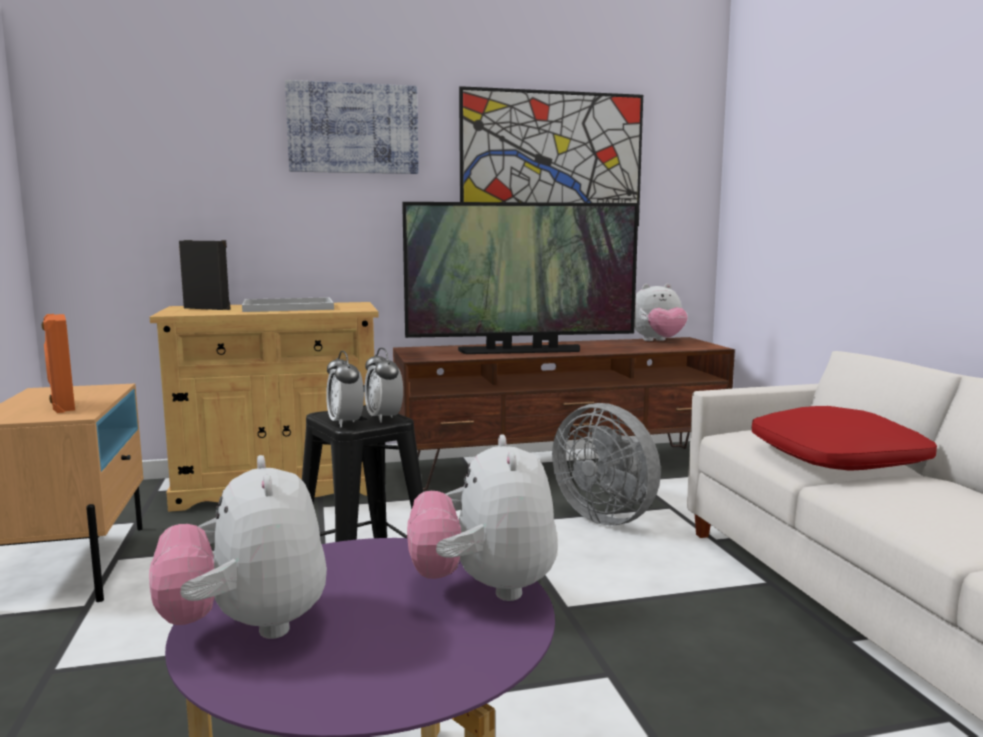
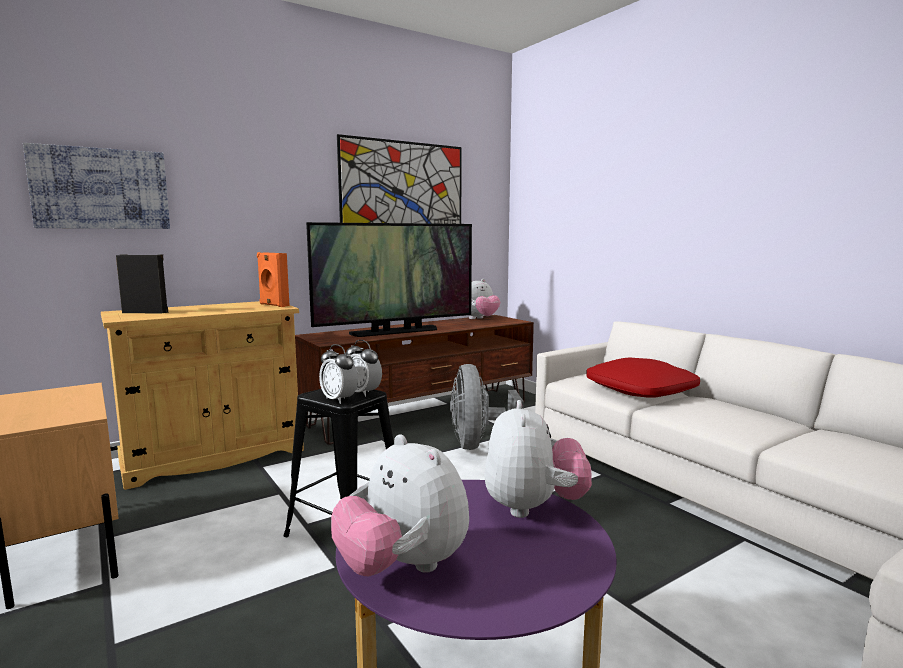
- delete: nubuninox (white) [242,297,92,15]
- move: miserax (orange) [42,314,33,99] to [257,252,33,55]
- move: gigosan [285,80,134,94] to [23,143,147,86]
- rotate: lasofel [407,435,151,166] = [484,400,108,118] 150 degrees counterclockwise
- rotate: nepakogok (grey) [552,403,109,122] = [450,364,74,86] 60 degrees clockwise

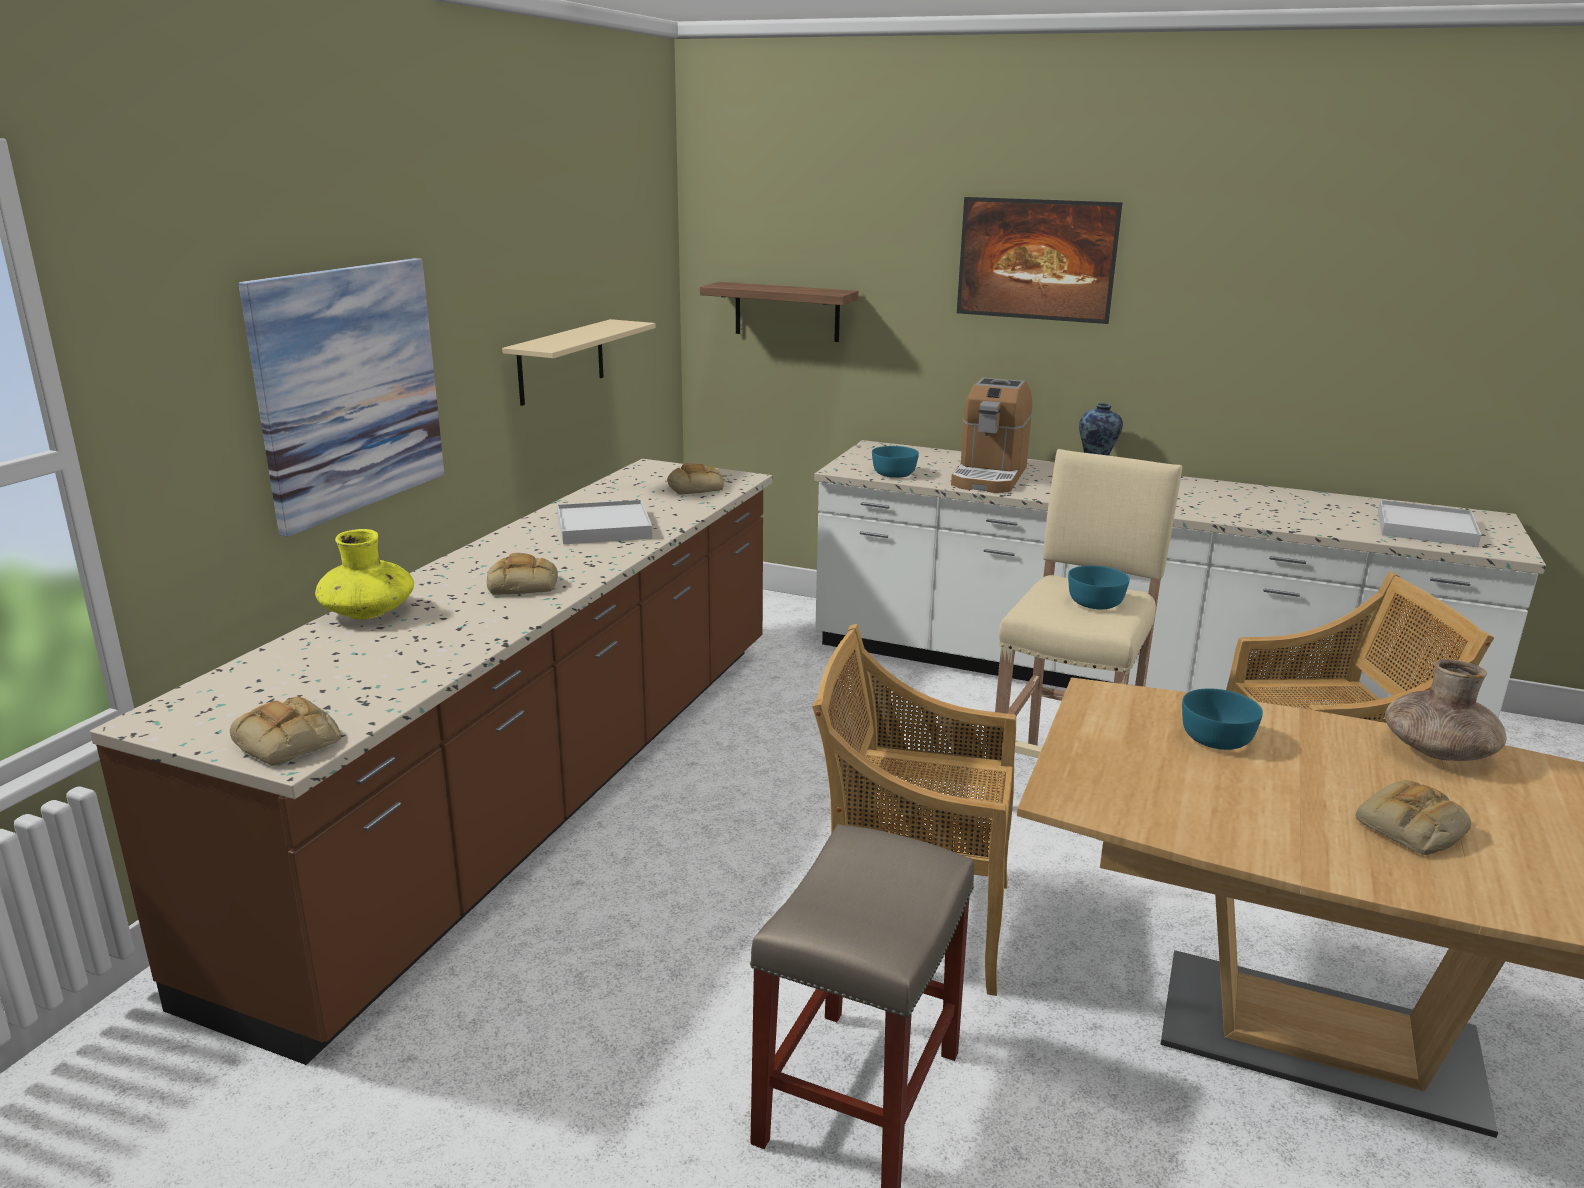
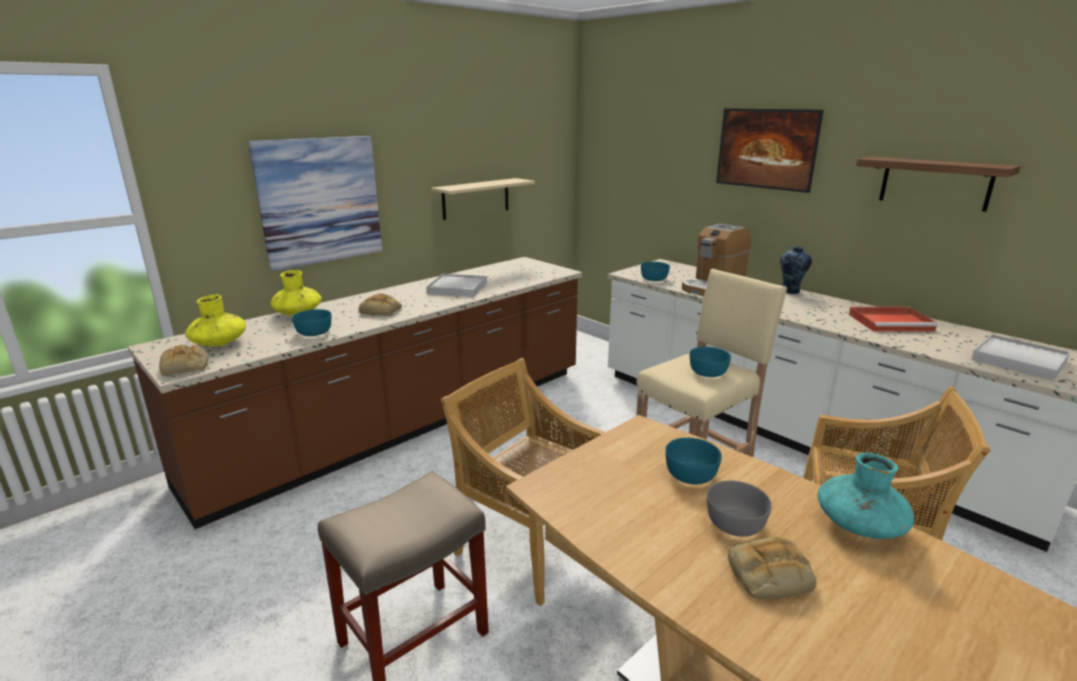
- delete: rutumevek [667,463,57,32]
- insert: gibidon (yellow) [185,295,61,52]
- insert: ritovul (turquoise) [292,309,39,27]
- insert: ritovul (grey) [707,481,65,56]
- insert: nubuninox (red) [849,307,89,25]
- move: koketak [700,282,159,60] to [856,157,165,55]
- recolor: gibidon (brown) [1385,659,122,102] to gibidon (turquoise) [818,453,96,86]

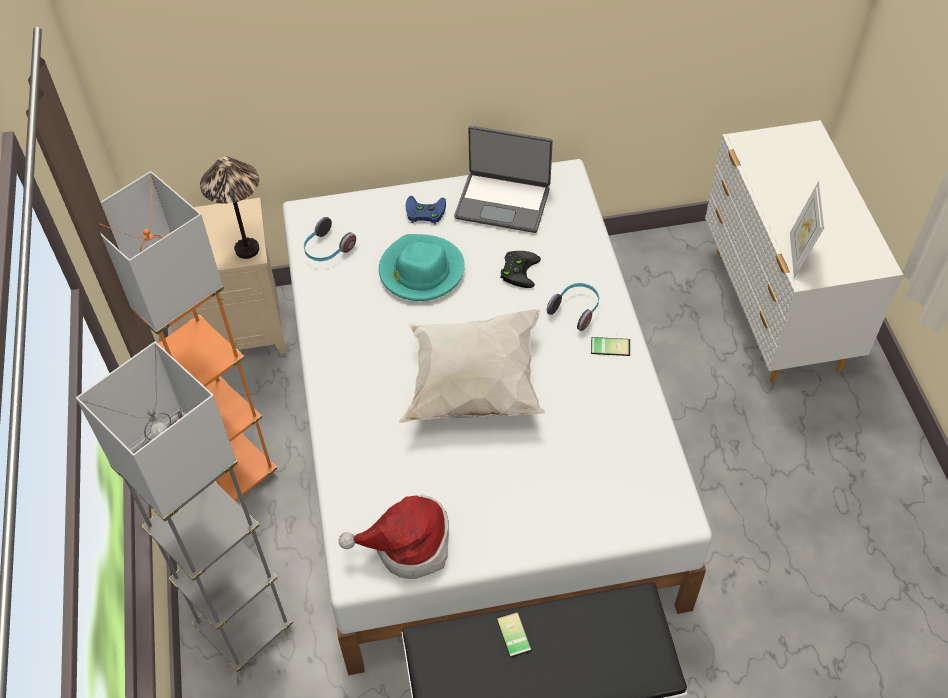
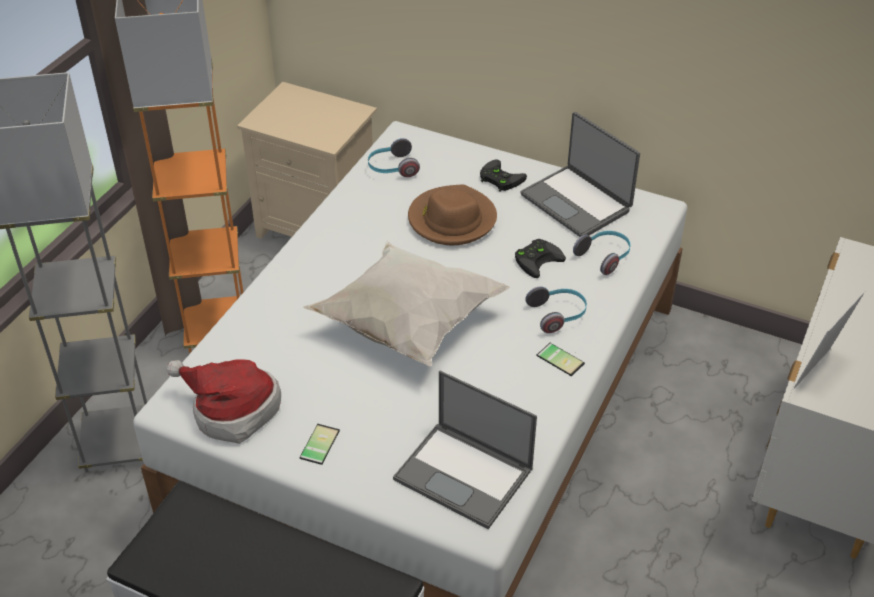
- delete: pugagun [200,157,59,102]
- insert: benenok [393,371,144,158]
- insert: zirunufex [573,231,58,44]
- move: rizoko [496,611,36,47] to [299,424,41,41]
- recolor: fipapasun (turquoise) [379,234,86,67] to fipapasun (brown) [408,185,89,60]
- recolor: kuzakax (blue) [406,196,40,28] to kuzakax (black) [480,160,47,32]

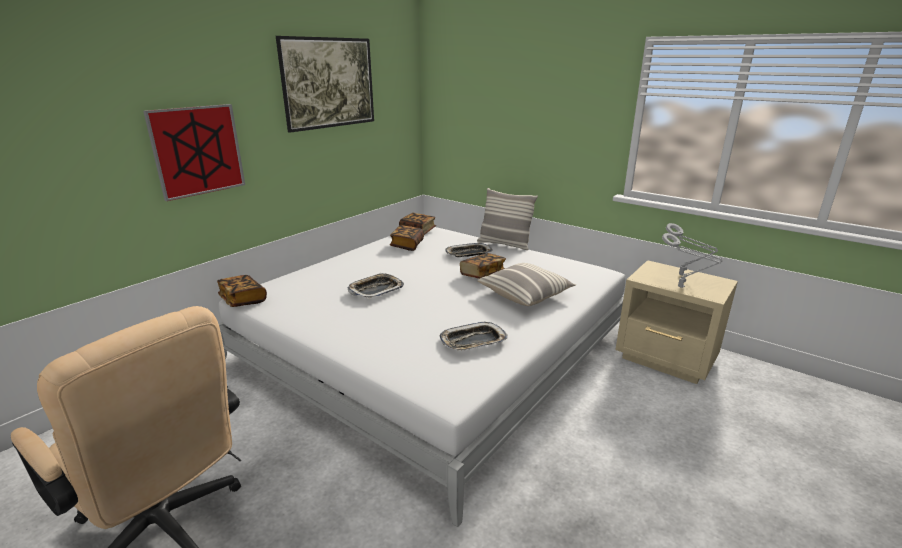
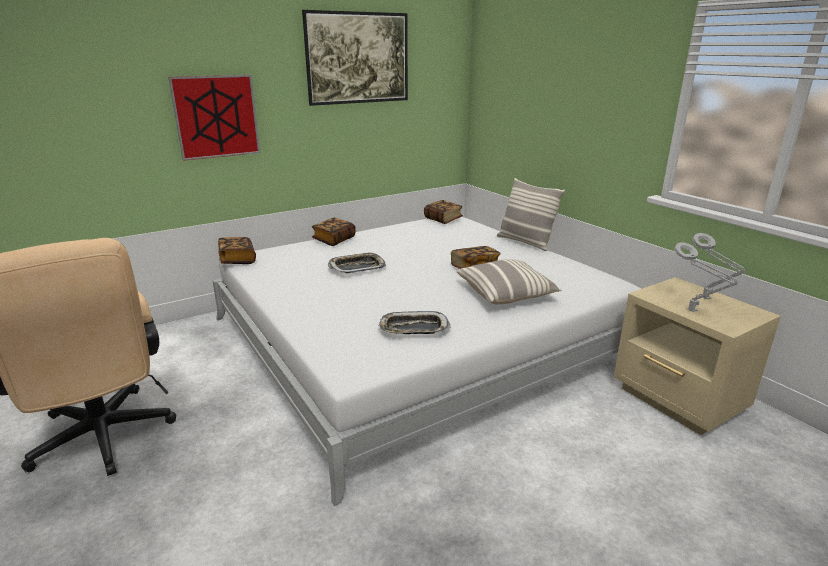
- delete: nubuninox [445,243,48,14]
- move: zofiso [390,225,34,26] to [312,218,43,28]

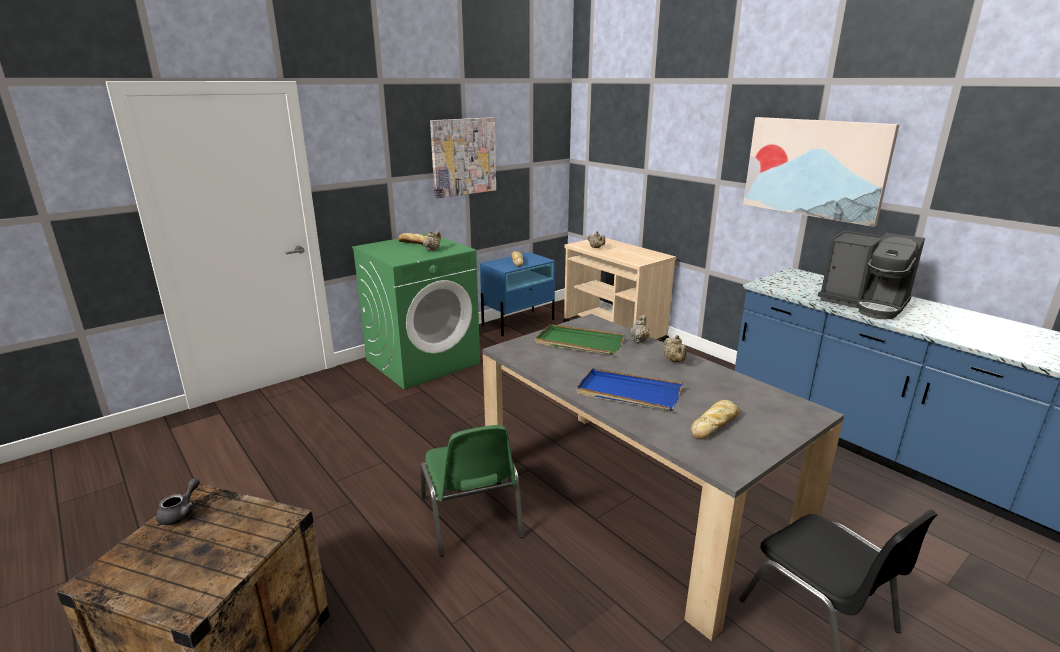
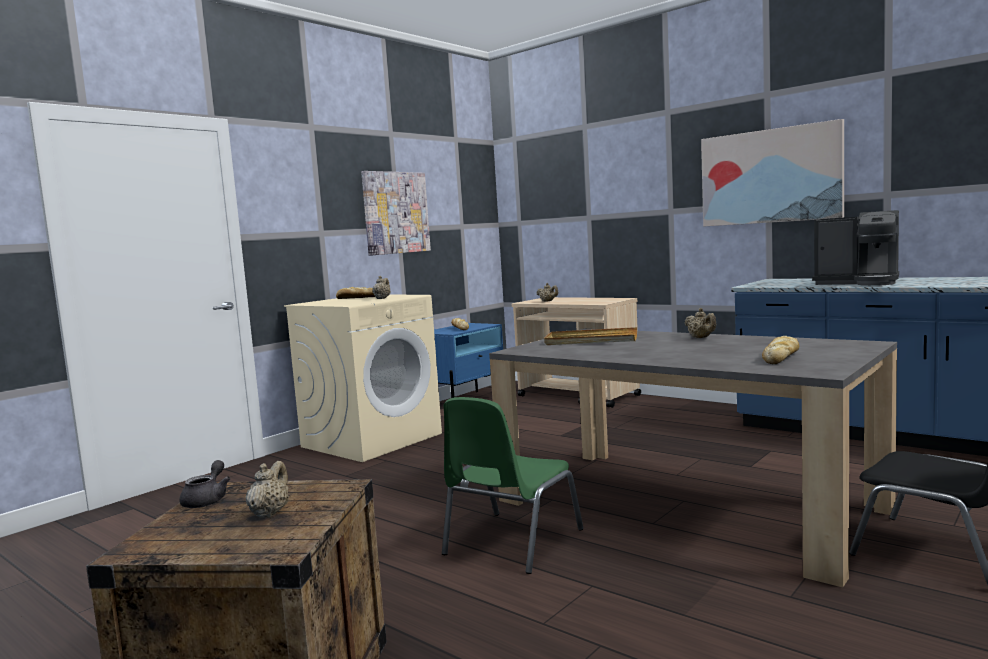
- delete: nubuninox (blue) [577,368,106,43]
- move: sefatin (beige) [630,315,20,28] to [246,461,43,57]
- recolor: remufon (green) [352,233,128,156] to remufon (beige) [284,295,158,167]
- recolor: nubuninox (green) [536,324,89,31] to nubuninox (beige) [544,327,93,18]
- rotate: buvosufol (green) [420,425,104,132] = [442,397,142,177] 60 degrees clockwise

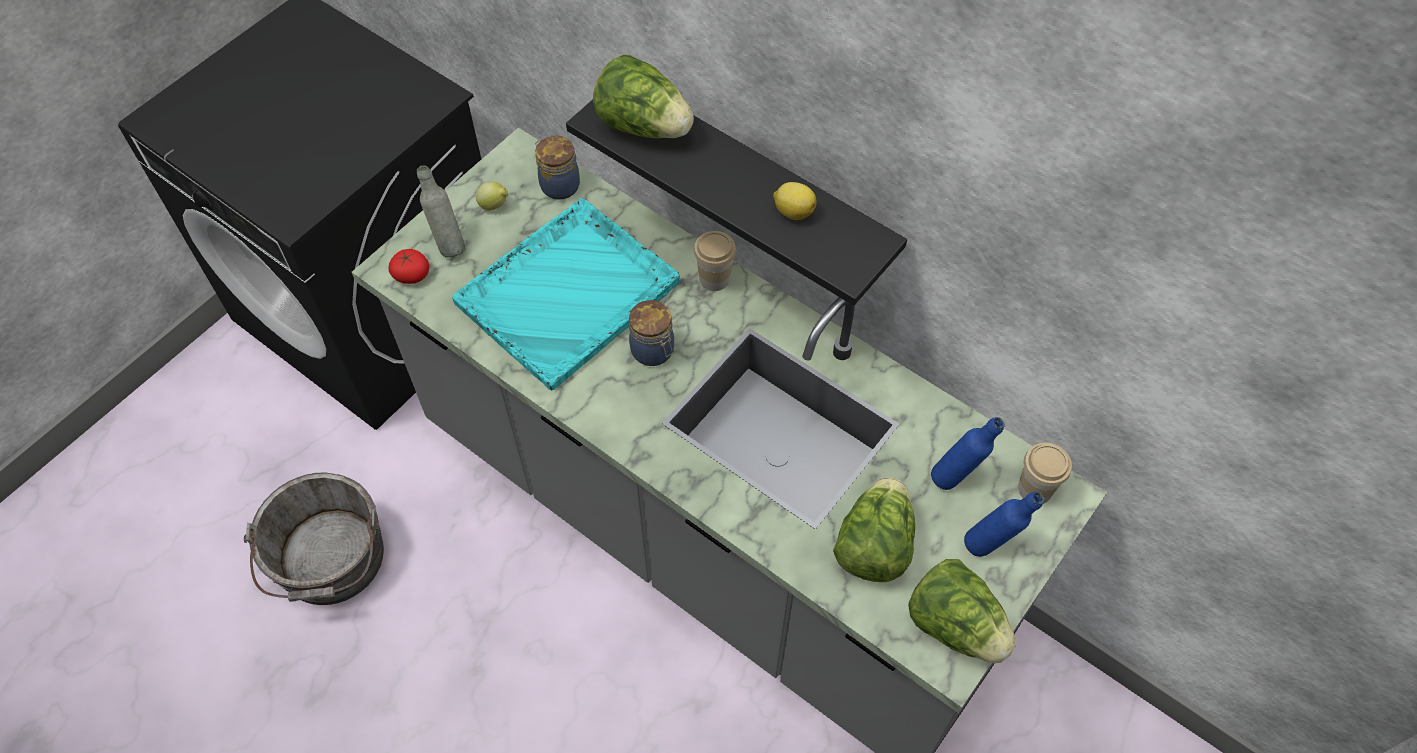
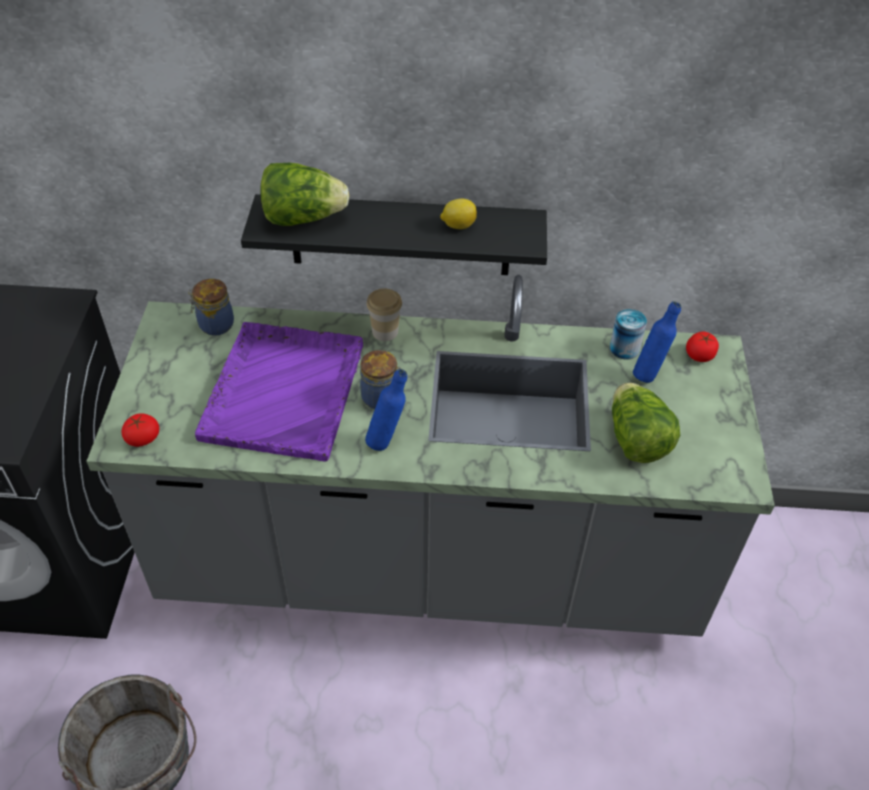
- delete: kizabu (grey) [417,165,48,92]
- delete: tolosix [476,182,32,28]
- delete: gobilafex [908,559,108,104]
- insert: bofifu [610,309,37,50]
- move: kizabu (blue) [964,492,80,65] to [365,369,42,82]
- replace: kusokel [1018,443,54,61] to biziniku [686,332,33,30]
- recolor: nubuninox (turquoise) [452,198,228,193] to nubuninox (purple) [195,322,168,140]

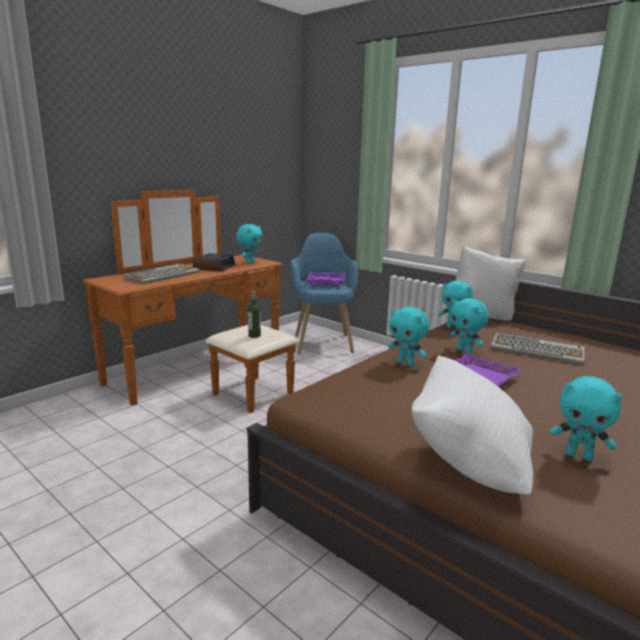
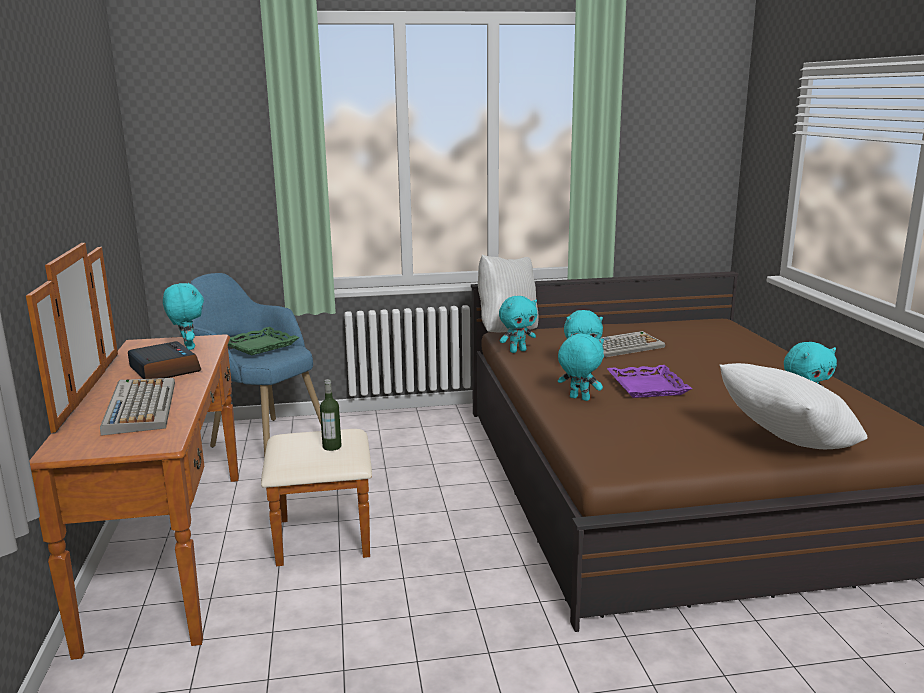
- recolor: nubuninox (purple) [306,271,40,14] to nubuninox (green) [228,327,71,28]
- rotate: lasofel (turquoise) [388,307,41,59] = [558,333,46,68] 135 degrees counterclockwise

